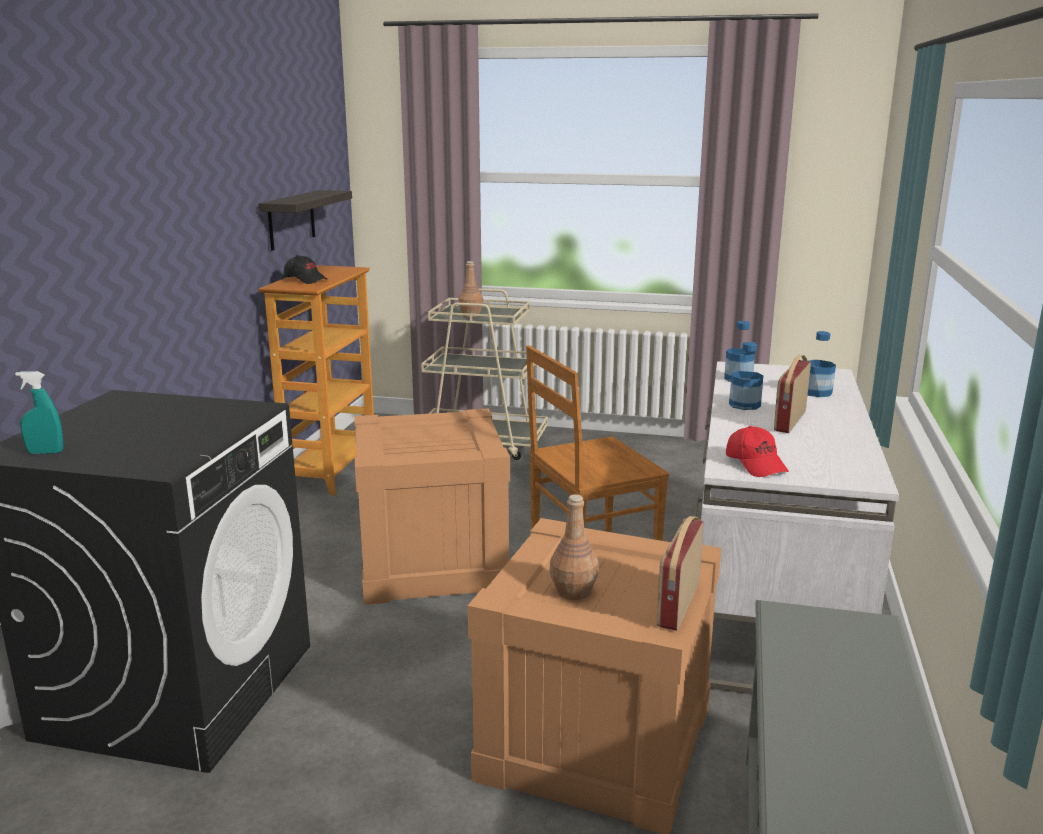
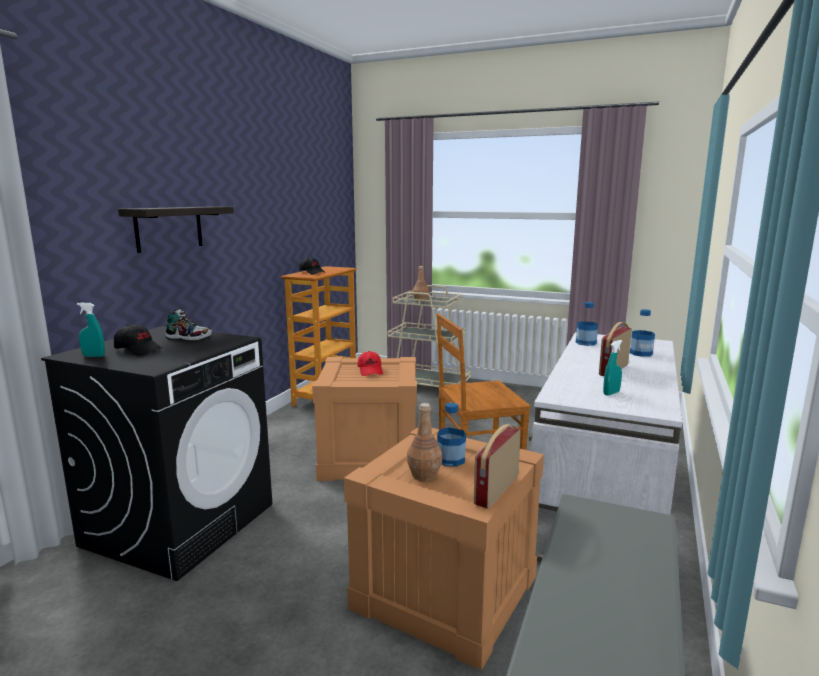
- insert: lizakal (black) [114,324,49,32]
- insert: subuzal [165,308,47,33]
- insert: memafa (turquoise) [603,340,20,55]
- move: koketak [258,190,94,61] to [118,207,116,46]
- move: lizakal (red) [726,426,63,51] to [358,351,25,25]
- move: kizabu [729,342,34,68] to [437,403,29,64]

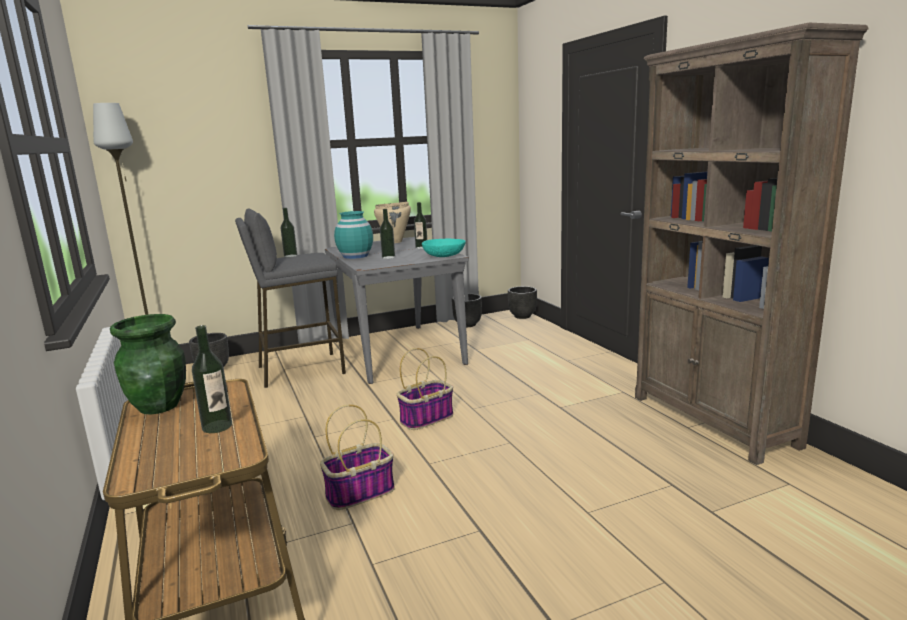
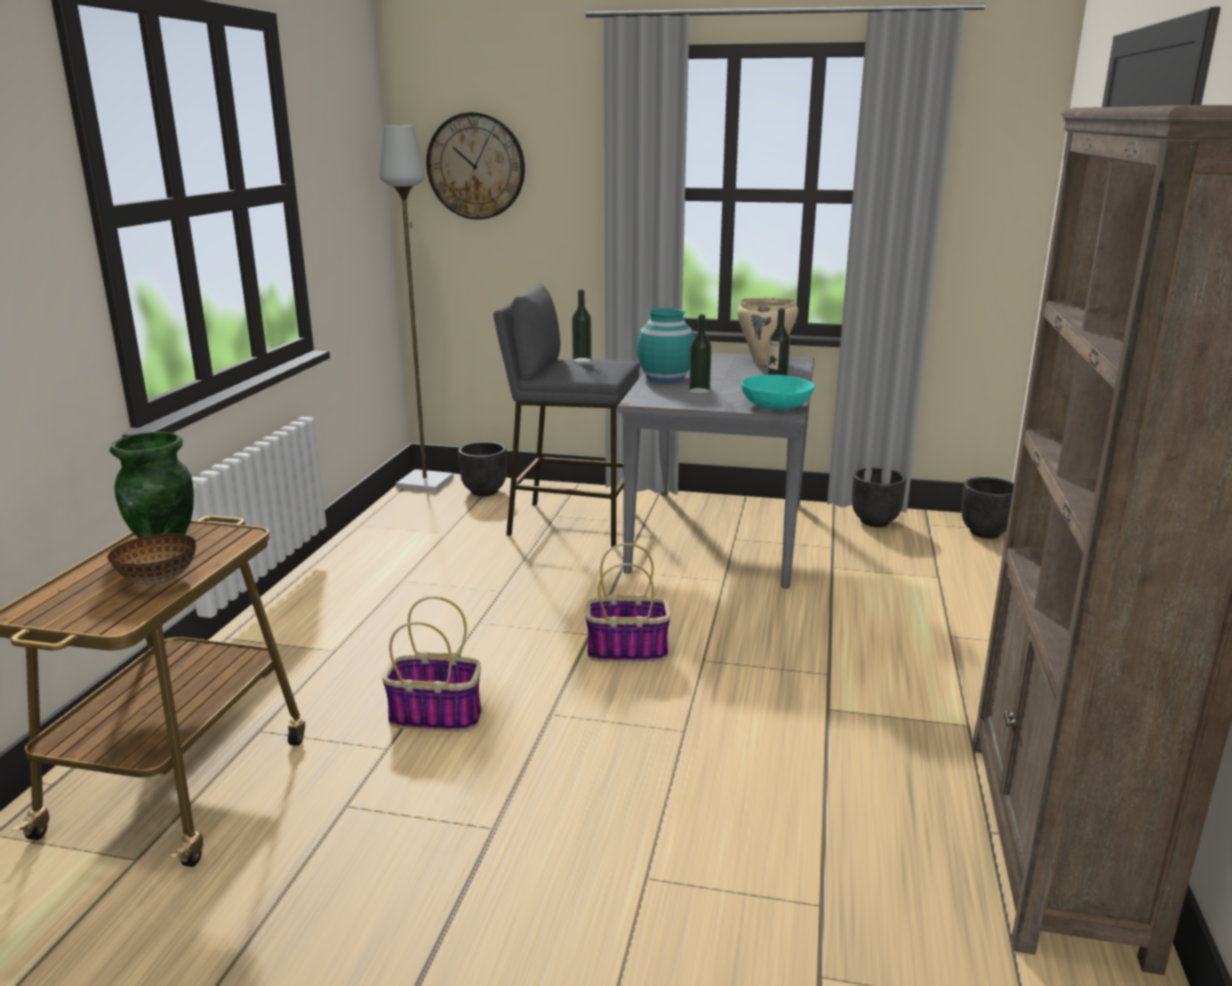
- insert: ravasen [426,112,99,108]
- replace: kizabu [192,325,40,108] to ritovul [107,533,89,52]

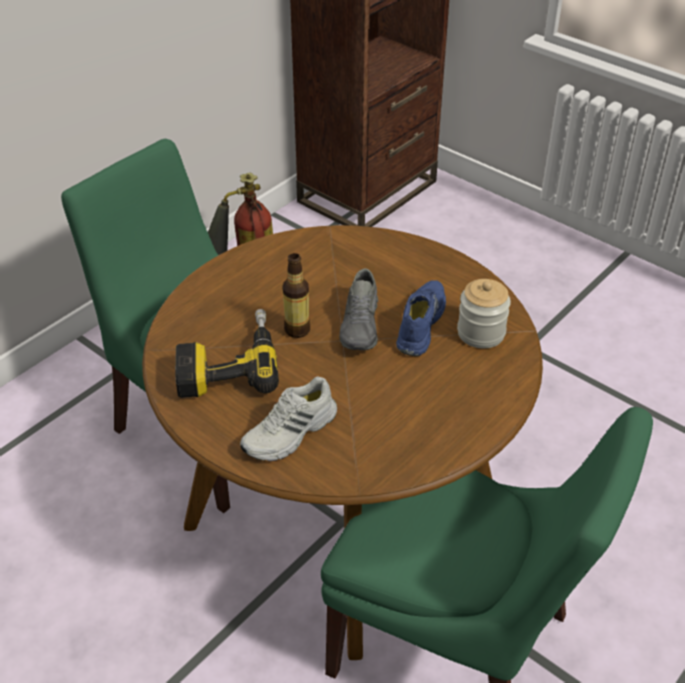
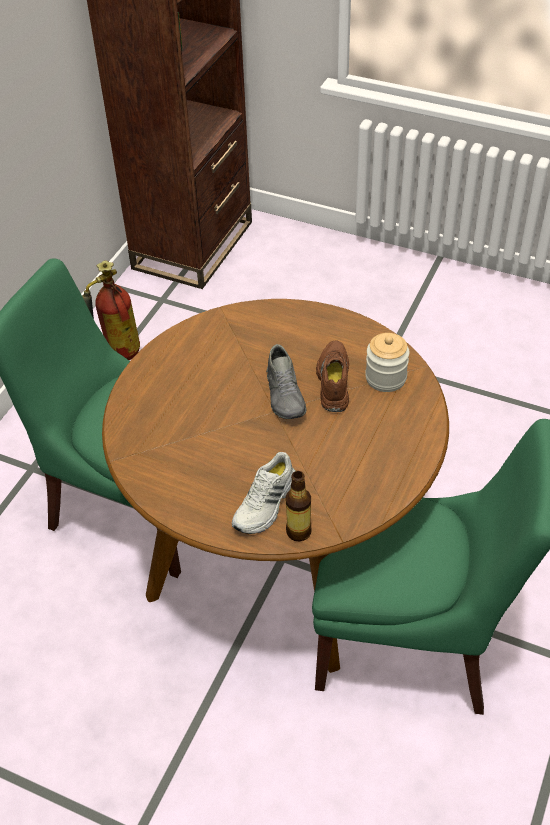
- delete: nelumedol [175,309,104,89]
- move: kizabu [282,253,28,85] to [286,471,26,71]
- recolor: subuzal (blue) [396,280,50,76] to subuzal (brown) [316,340,33,72]

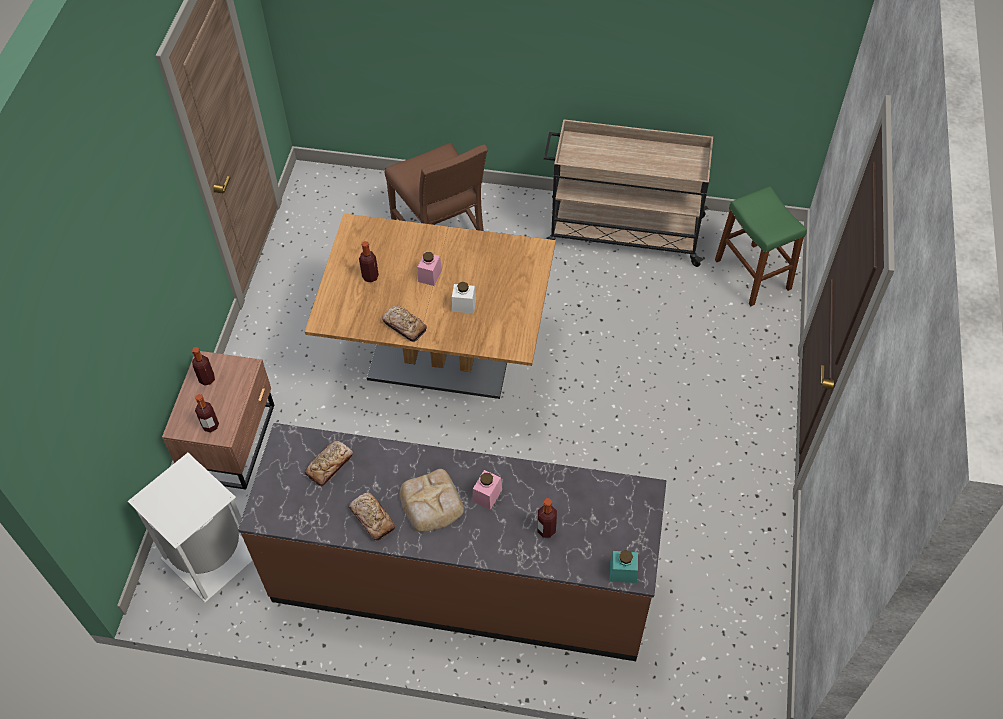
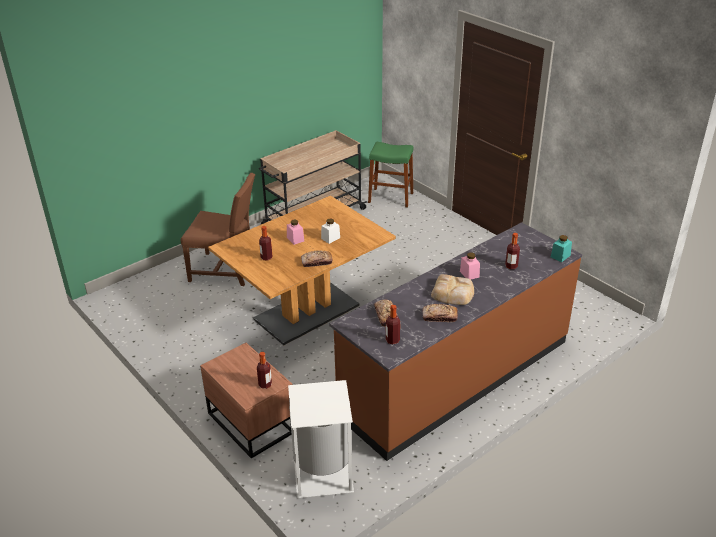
- move: kizabu [192,347,23,39] to [386,305,14,40]

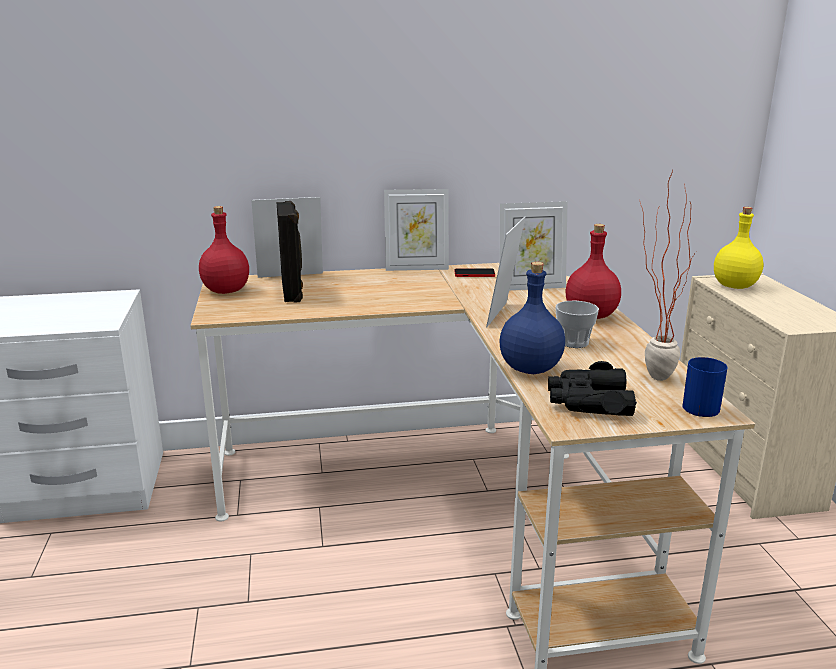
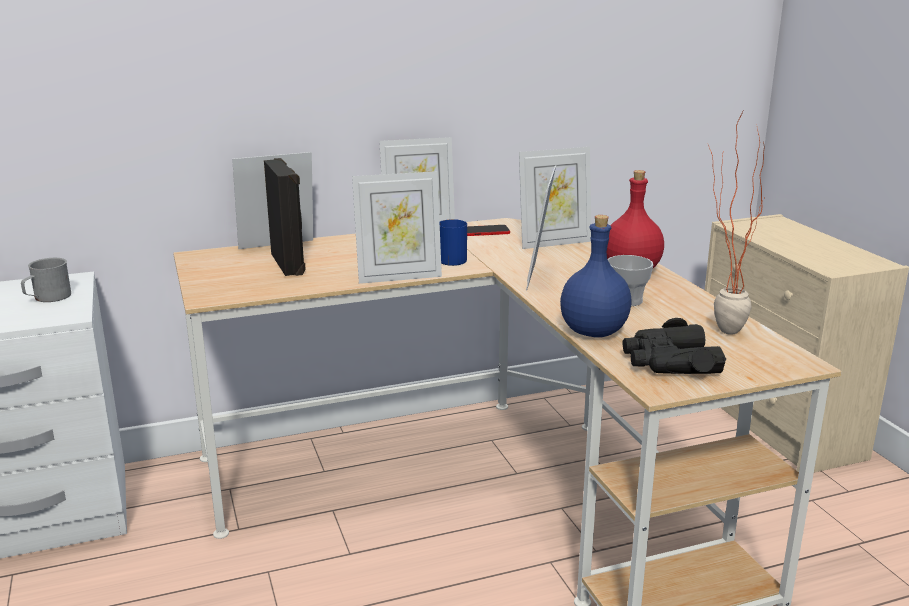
- delete: kizabu (red) [199,206,50,88]
- delete: kizabu (yellow) [714,207,50,82]
- insert: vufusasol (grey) [21,258,50,44]
- insert: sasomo [352,171,90,113]
- move: vufusasol (blue) [683,357,44,60] to [440,219,27,47]

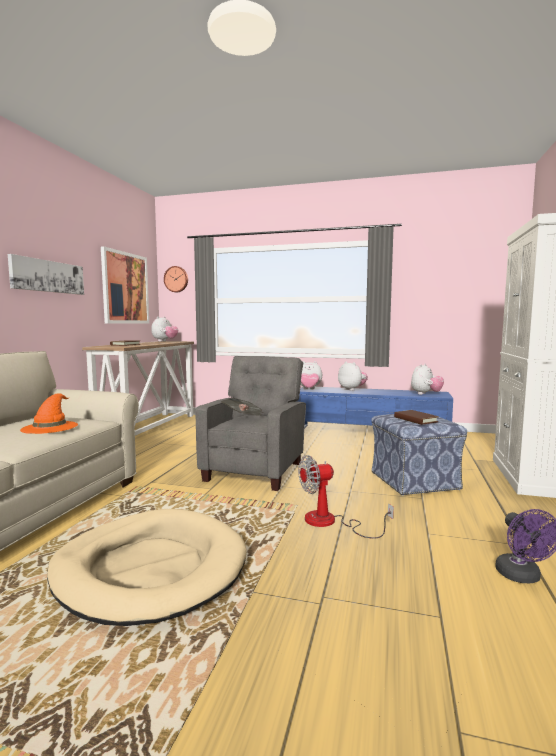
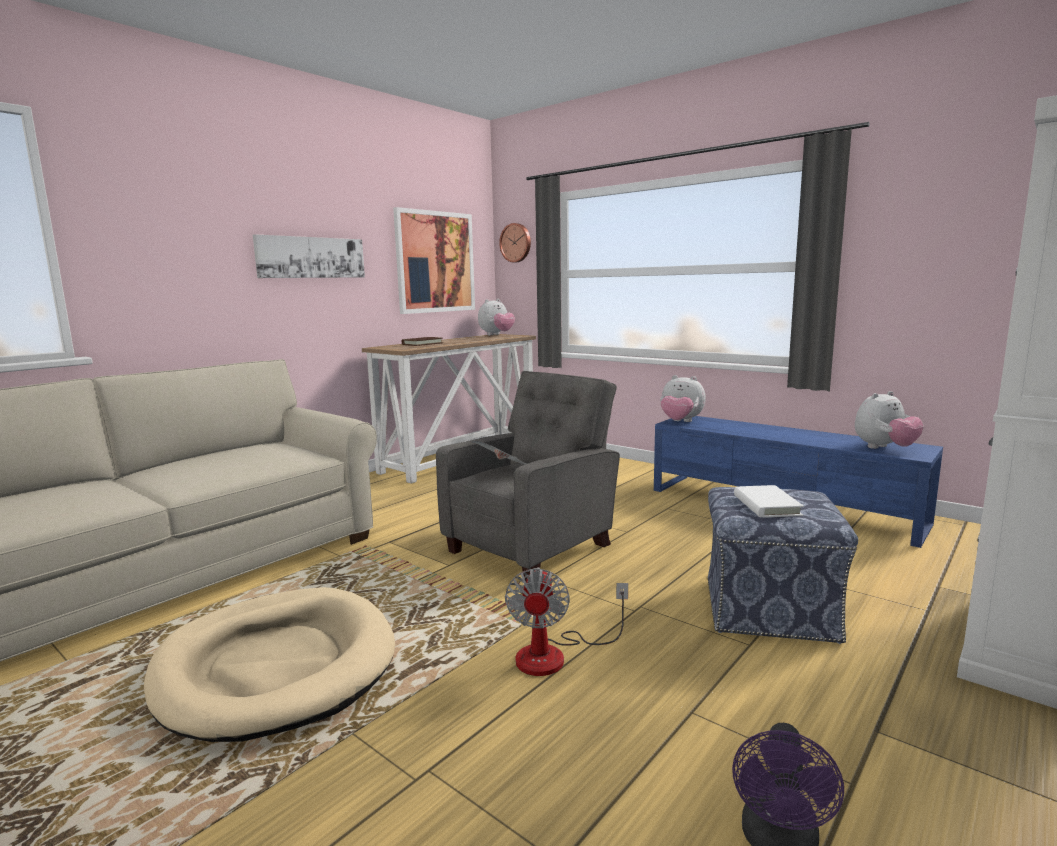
- delete: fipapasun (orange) [20,393,58,41]
- delete: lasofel [338,361,30,30]
- recolor: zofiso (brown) [394,410,45,15] to zofiso (white) [734,485,70,32]
- rotate: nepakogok [298,455,96,84] = [505,567,123,109] 90 degrees counterclockwise

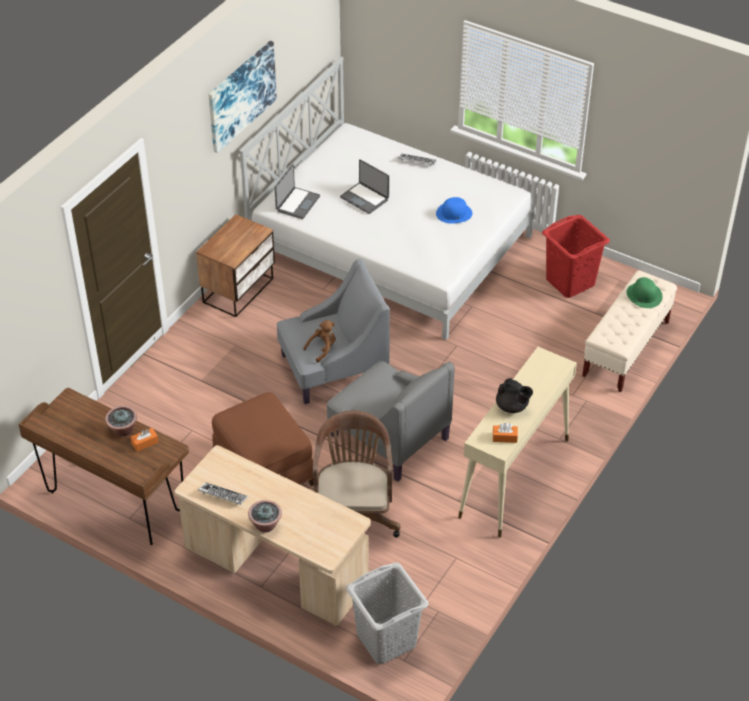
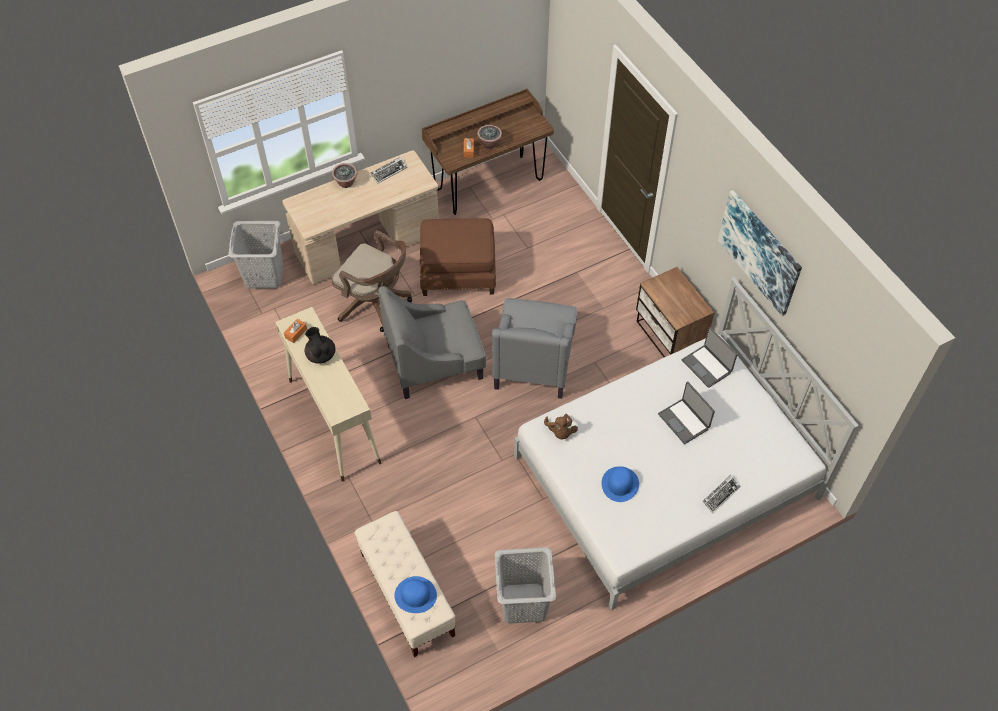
- move: lasofel (brown) [303,320,33,43] to [544,414,34,25]
- recolor: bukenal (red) [542,215,68,83] to bukenal (grey) [495,547,61,77]
- recolor: fipapasun (green) [626,277,37,31] to fipapasun (blue) [394,576,43,37]
- rotate: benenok [340,159,49,55] = [658,381,57,63] 105 degrees counterclockwise
- rotate: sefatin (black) [496,378,37,35] = [304,327,31,37] 90 degrees clockwise

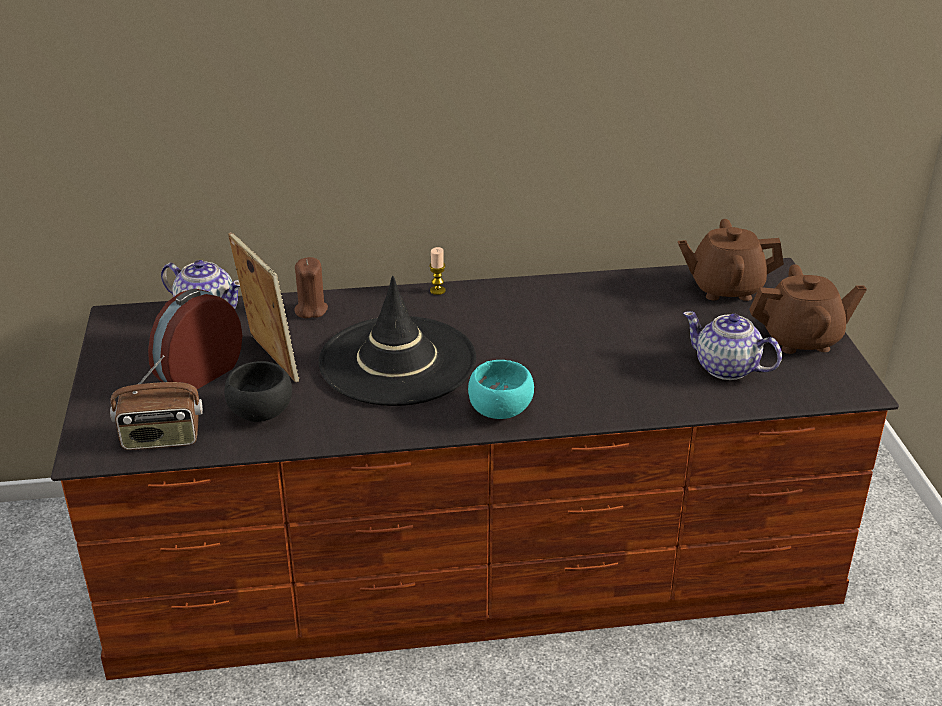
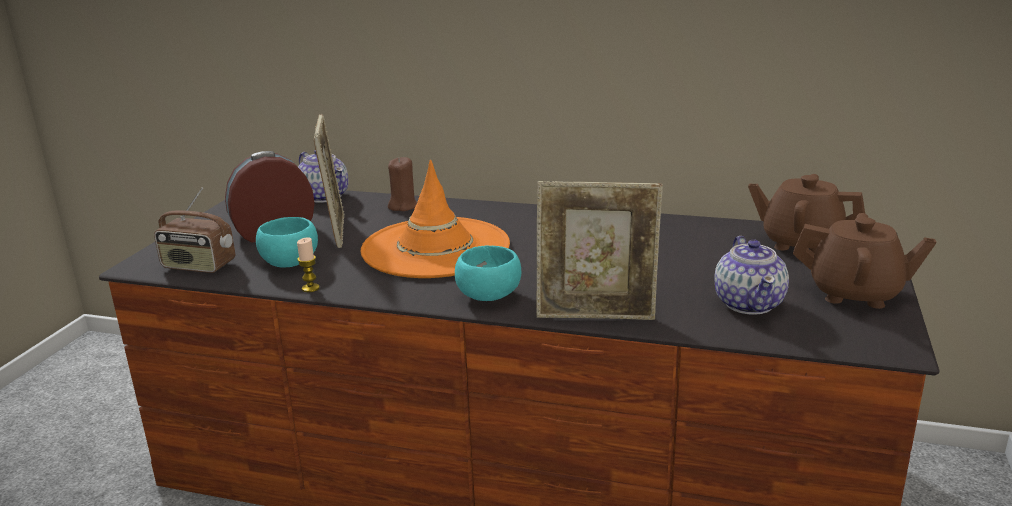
- insert: sasomo [537,181,126,139]
- move: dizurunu [429,247,17,48] to [297,237,23,55]
- recolor: ritovul (black) [224,361,68,61] to ritovul (turquoise) [256,217,62,50]
- recolor: fipapasun (black) [319,276,157,130] to fipapasun (orange) [361,160,149,118]
- rotate: sefatin [683,311,99,69] = [715,236,74,79] 150 degrees counterclockwise

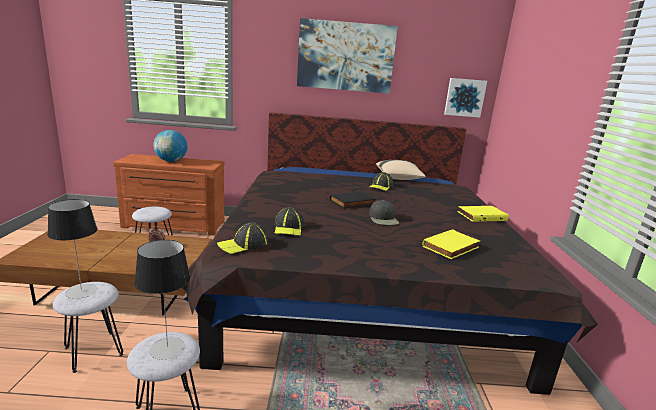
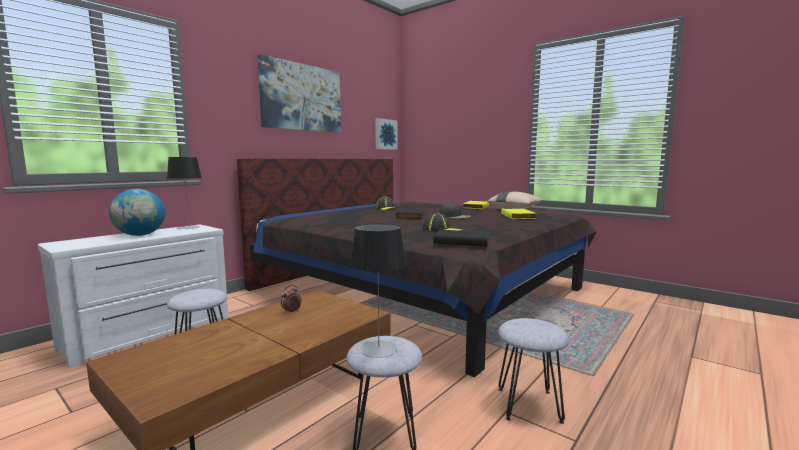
- move: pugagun [134,240,56,120] to [167,157,35,72]
- move: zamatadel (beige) [376,160,50,20] to [487,192,57,17]
- replace: lizakal [217,223,51,31] to zofiso (black) [433,230,57,17]
- recolor: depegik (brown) [113,154,112,81] to depegik (white) [38,224,191,144]

